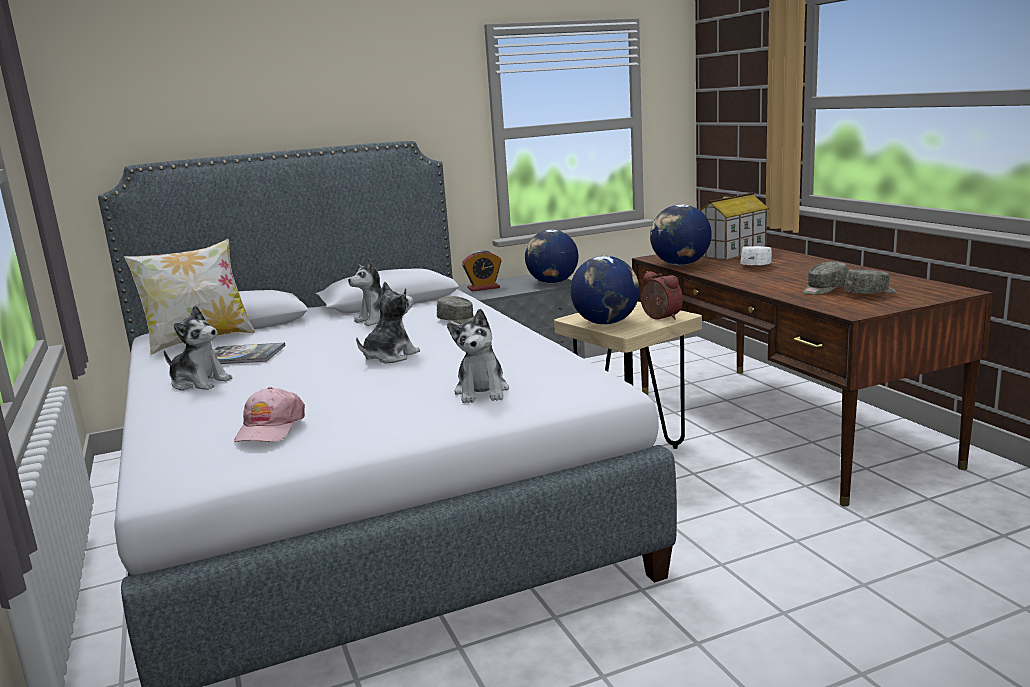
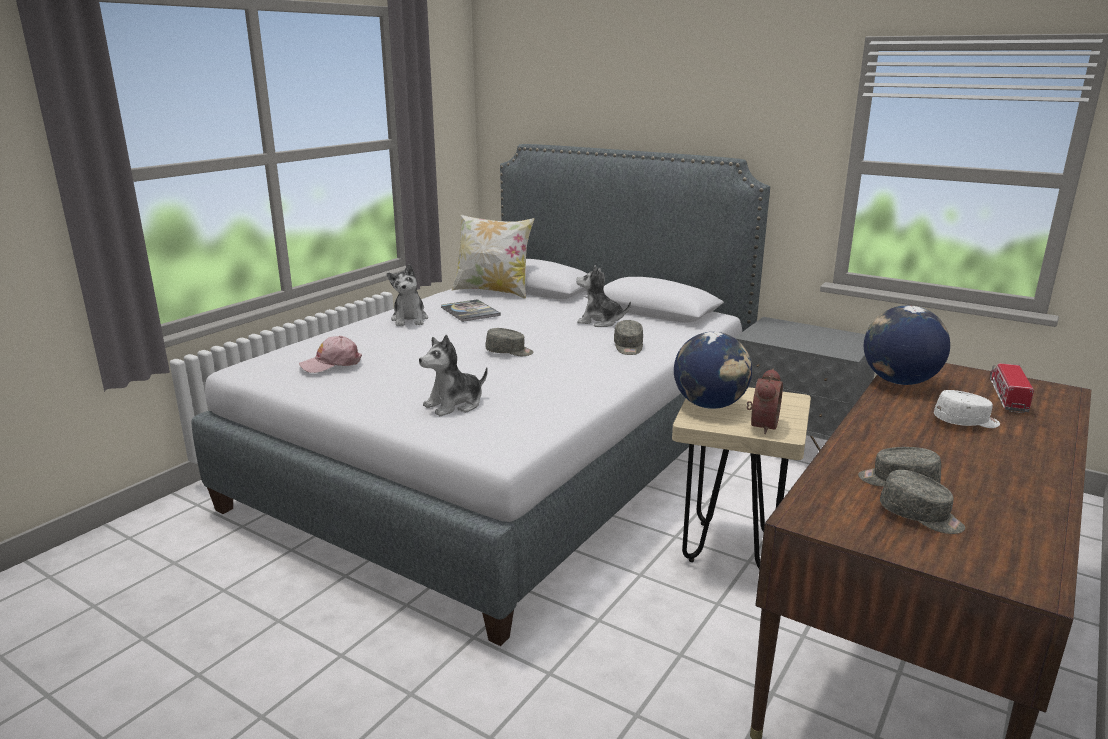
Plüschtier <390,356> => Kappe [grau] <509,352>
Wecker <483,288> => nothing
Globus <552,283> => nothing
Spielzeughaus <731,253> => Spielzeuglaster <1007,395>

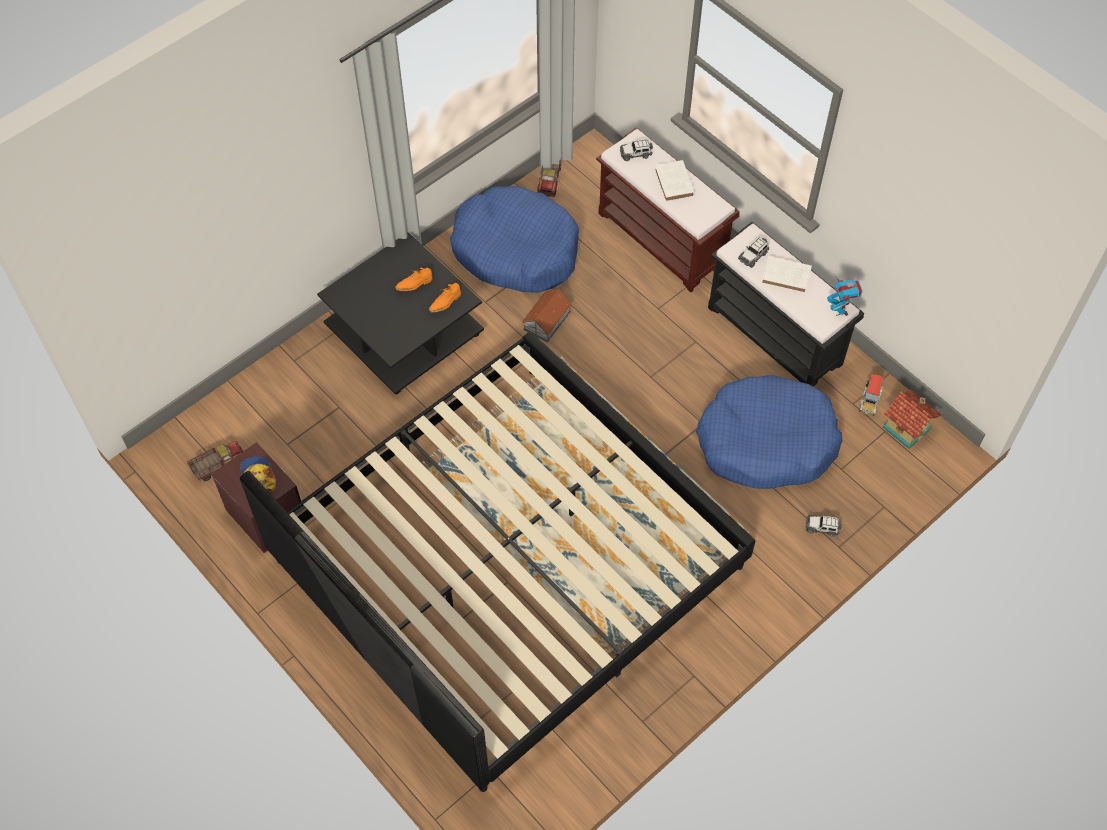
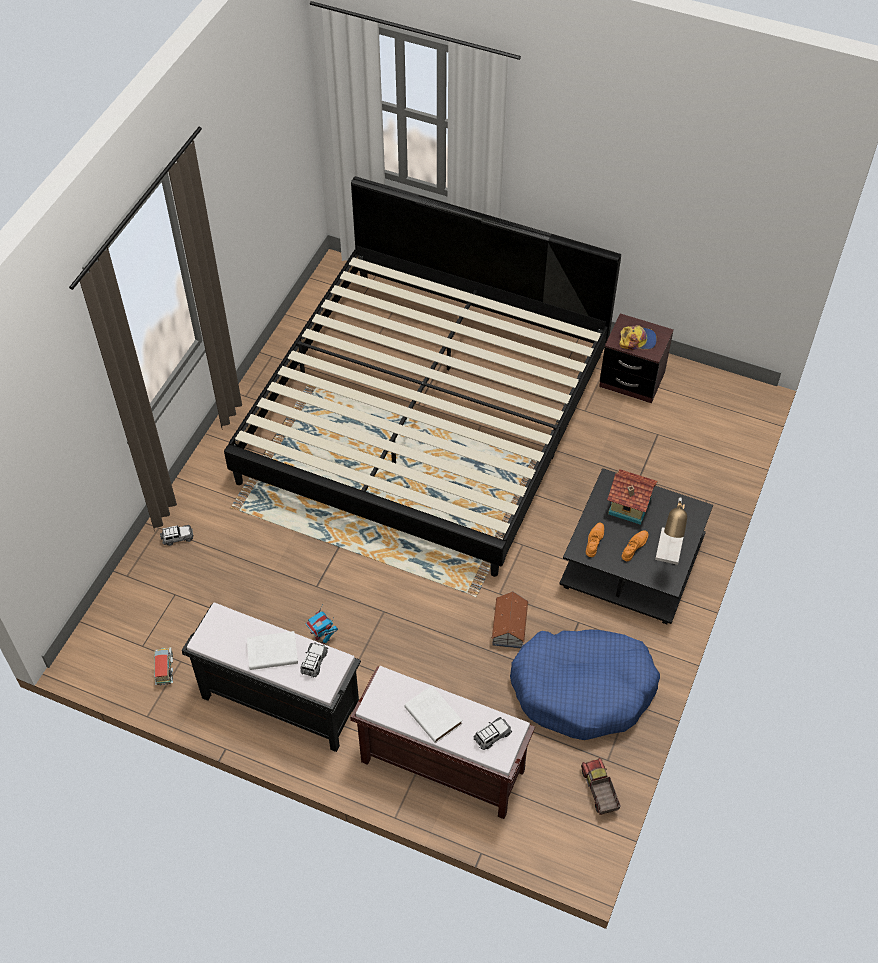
Spielzeuglaster <218,465> => nothing
Kappe <258,476> => Kappe <637,340>, 45 degrees counterclockwise
Hundebett [blau] <766,442> => nothing
Spielzeugroboter <840,310> => Spielzeugroboter <323,639>, relocated
Spielzeughaus <907,427> => Spielzeughaus <629,507>, relocated
nothing => Tischlampe <669,552>

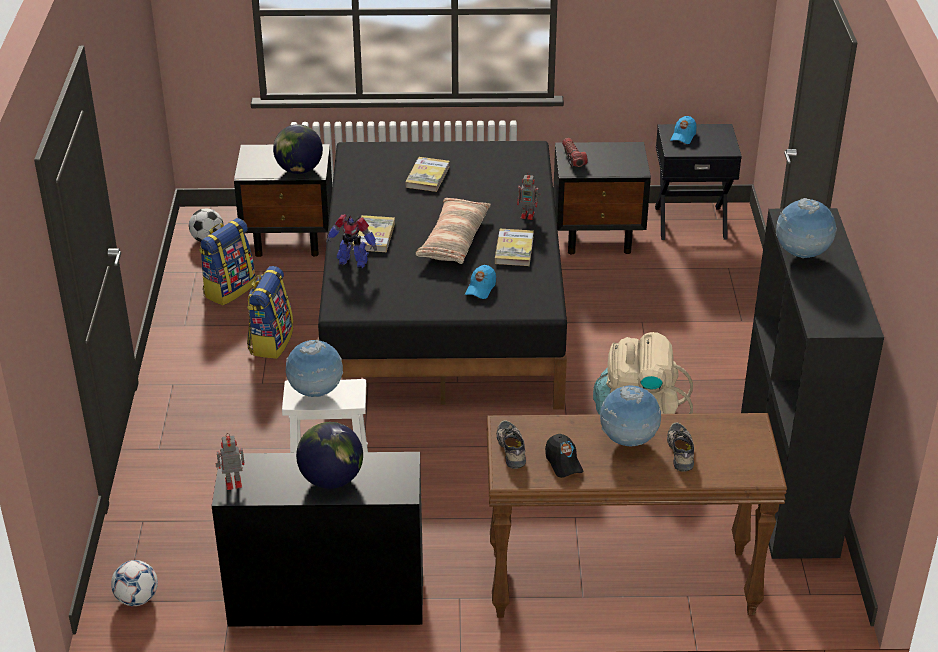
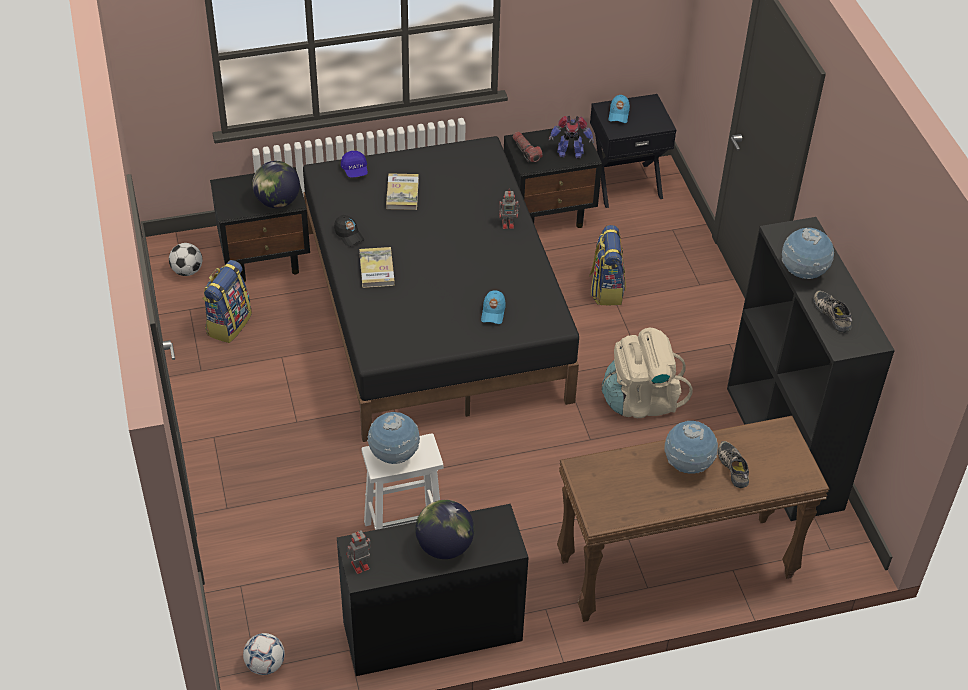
Rucksack <270,342> => Rucksack <606,289>, relocated
Spielzeugroboter <353,261> => Spielzeugroboter <569,153>, relocated
Kissen <453,240> => nothing
Buch <514,250> => nothing
Schuh <513,448> => Schuh <833,314>, relocated
Kappe [schwarz] <563,462> => Kappe [schwarz] <349,235>, relocated
nothing => Kappe [blau] <355,170>

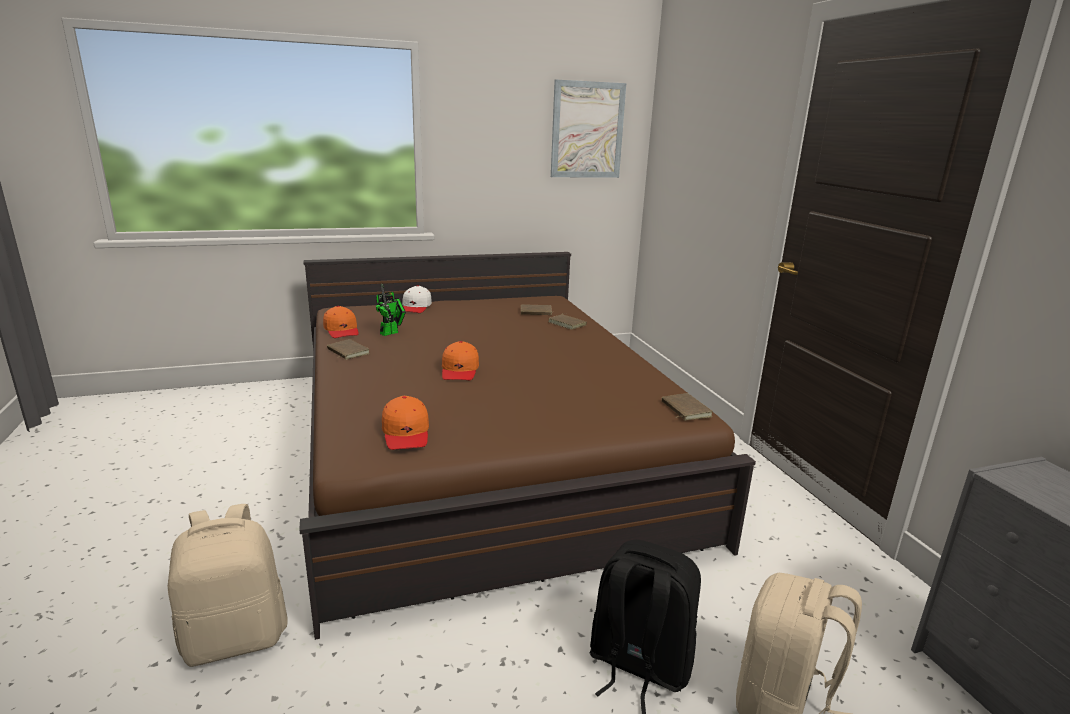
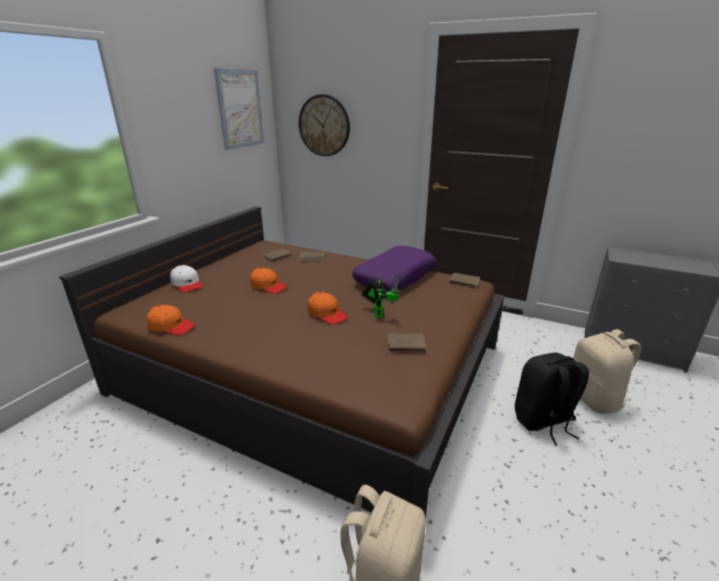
Buch [braun] <346,352> => Buch [braun] <406,345>, relocated
Spielzeugroboter <391,332> => Spielzeugroboter <378,312>, relocated
Kappe [orange] <406,433> => Kappe [orange] <268,286>, relocated
nothing => Wanduhr <324,126>
nothing => Kissen [lila] <395,277>

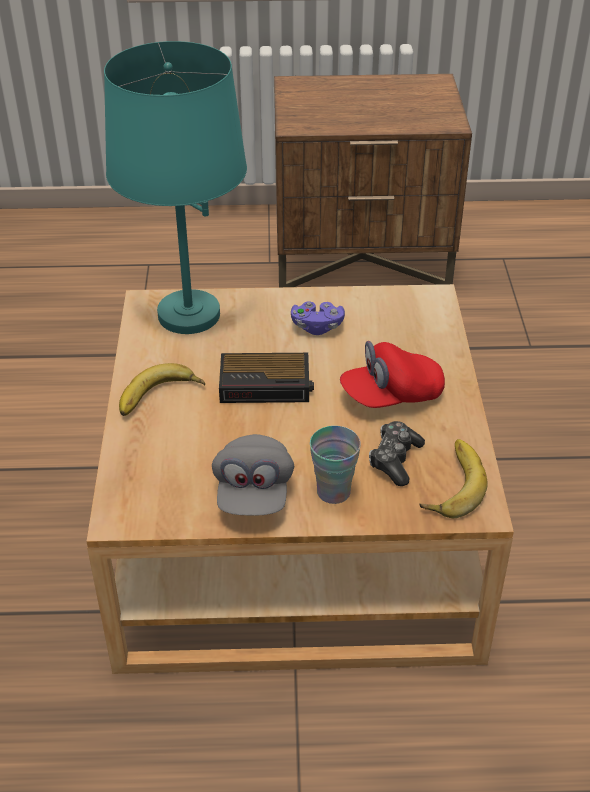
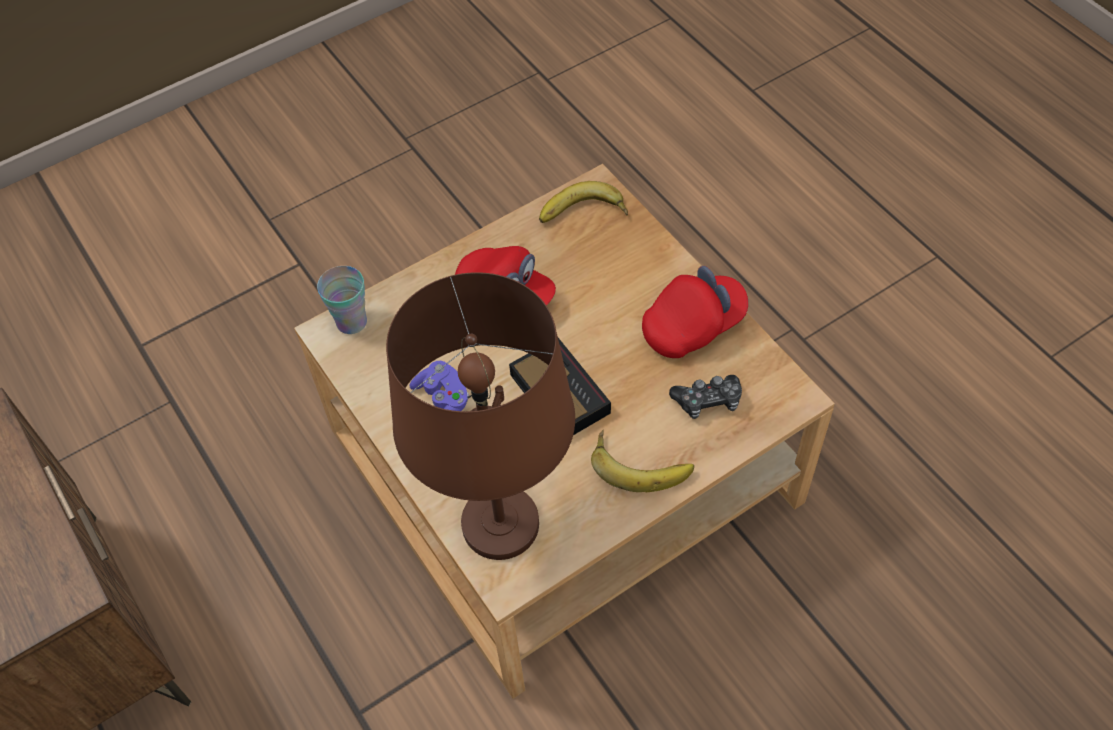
Tischlampe [türkis] <188,315> => Tischlampe [braun] <501,525>
Kappe [grau] <253,492> => Kappe [rot] <693,326>
Tasse <333,492> => Tasse <351,322>, relocated
Gamepad <395,460> => Gamepad <708,401>, relocated

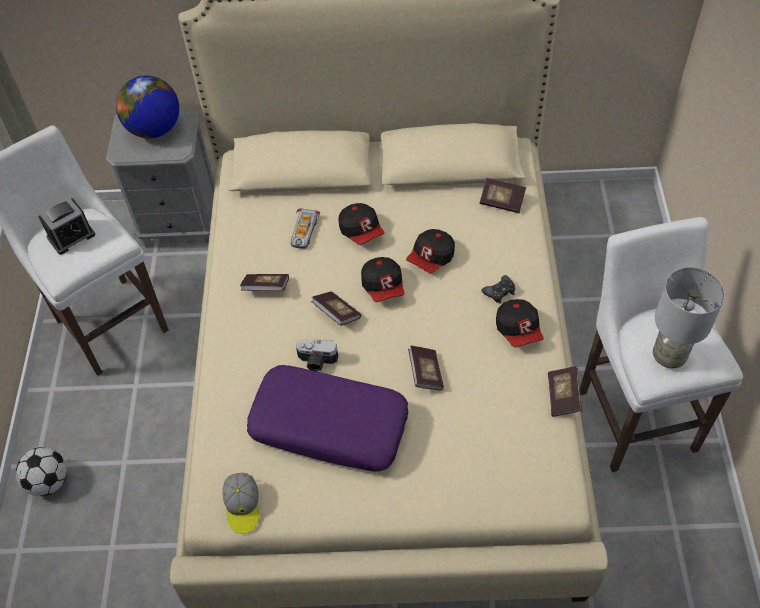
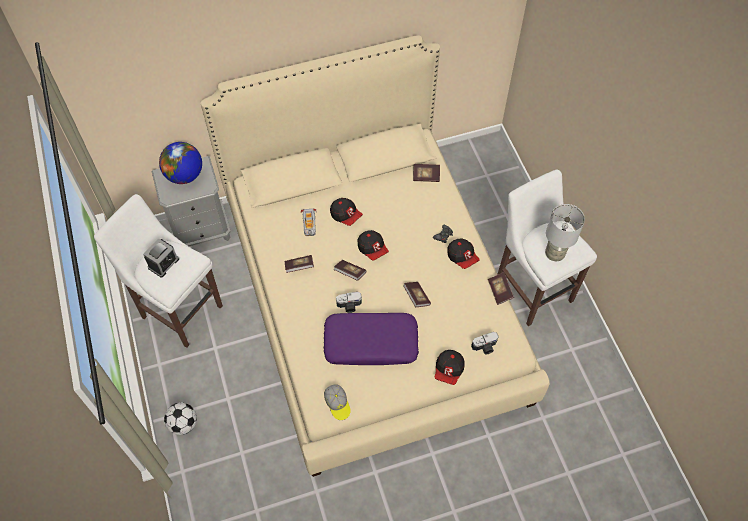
Kappe <431,258> => Kappe <449,370>, relocated
nothing => Kamera <485,347>

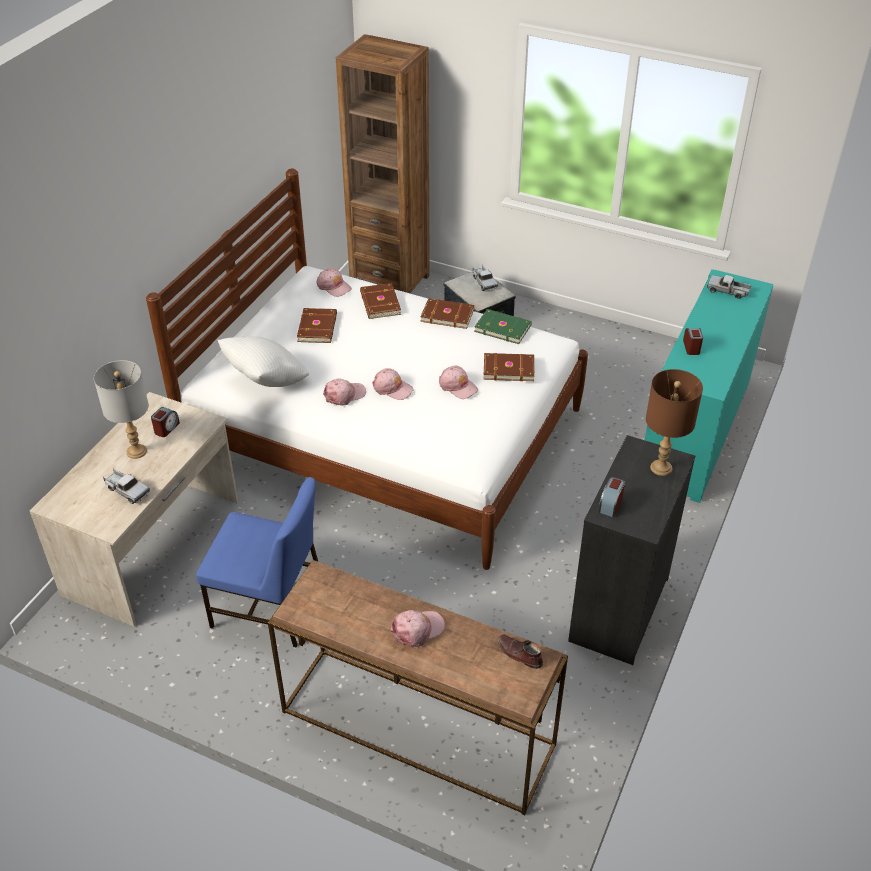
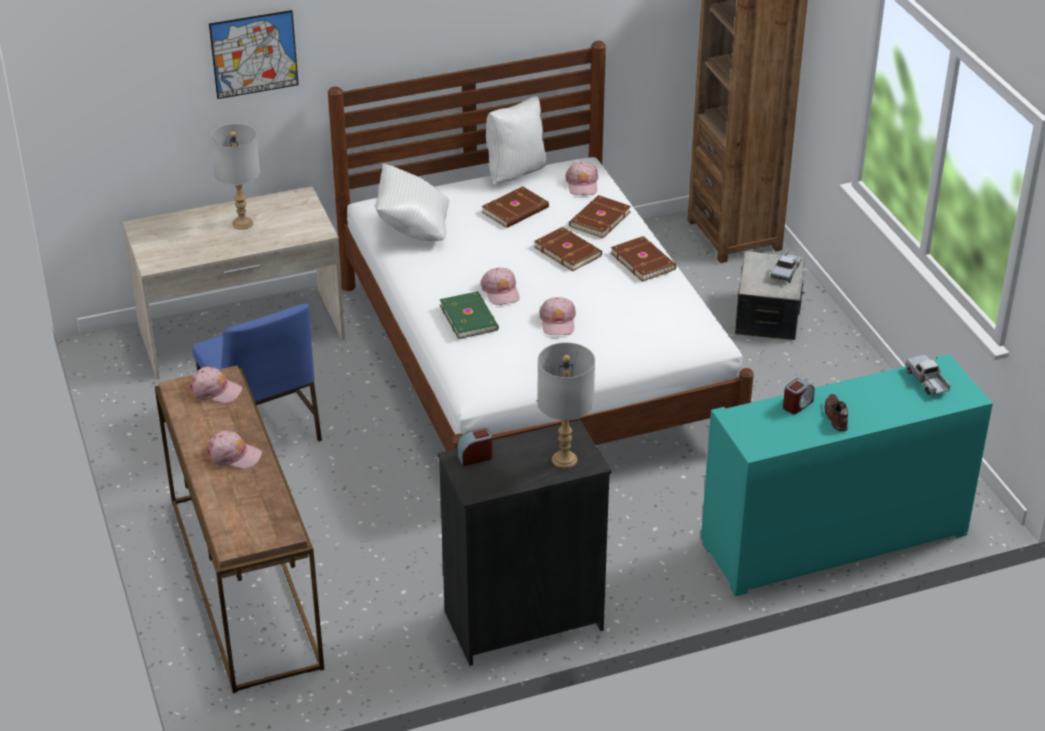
Spielzeuglaster <127,490> => nothing
Wecker <166,428> => nothing
Kappe [rosa] <344,395> => Kappe [rosa] <215,390>, relocated
Buch [grün] <502,328> => Buch [grün] <469,317>, relocated
Buch [braun] <508,368> => Buch [braun] <568,251>, relocated
Schuh [braun] <519,654> => Schuh [braun] <835,416>, relocated
Tischlampe [braun] <660,467> => Tischlampe [grau] <564,459>
nothing => Bild <254,54>
nothing => Kissen [weiß] <515,172>

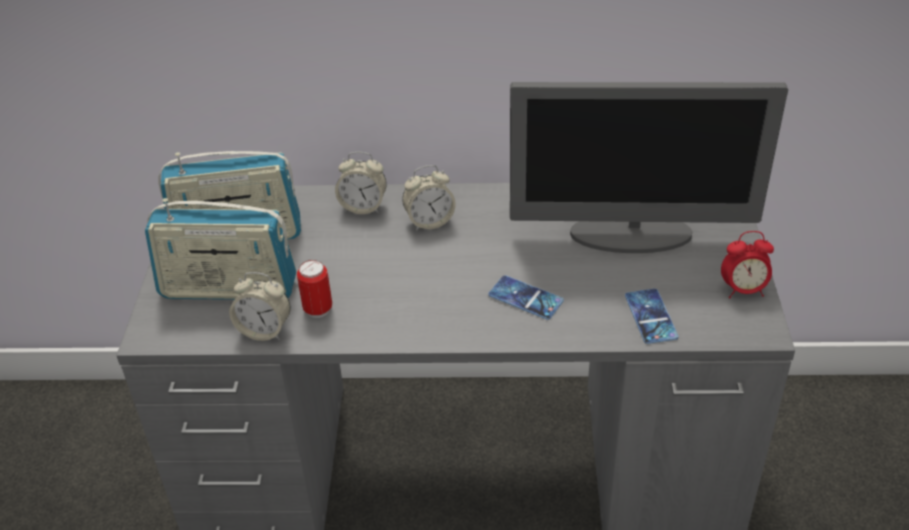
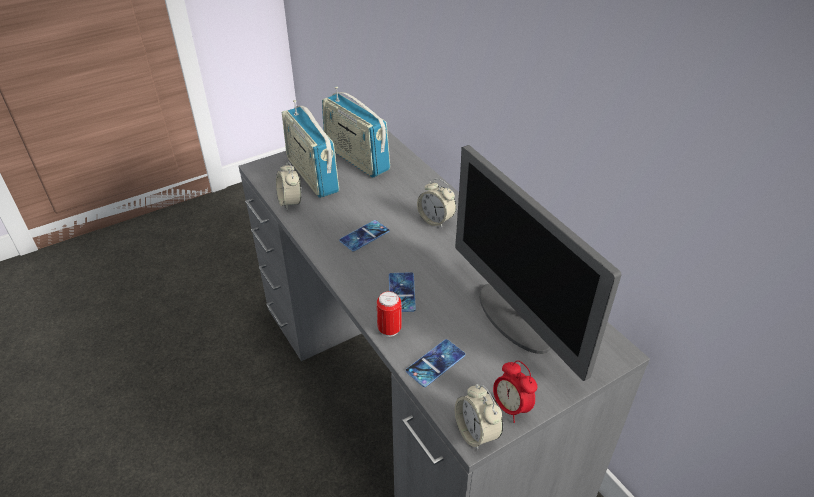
Dose <318,309> => Dose <389,329>, relocated
Wecker <363,207> => Wecker <476,433>, relocated
nothing => Handy <364,236>

